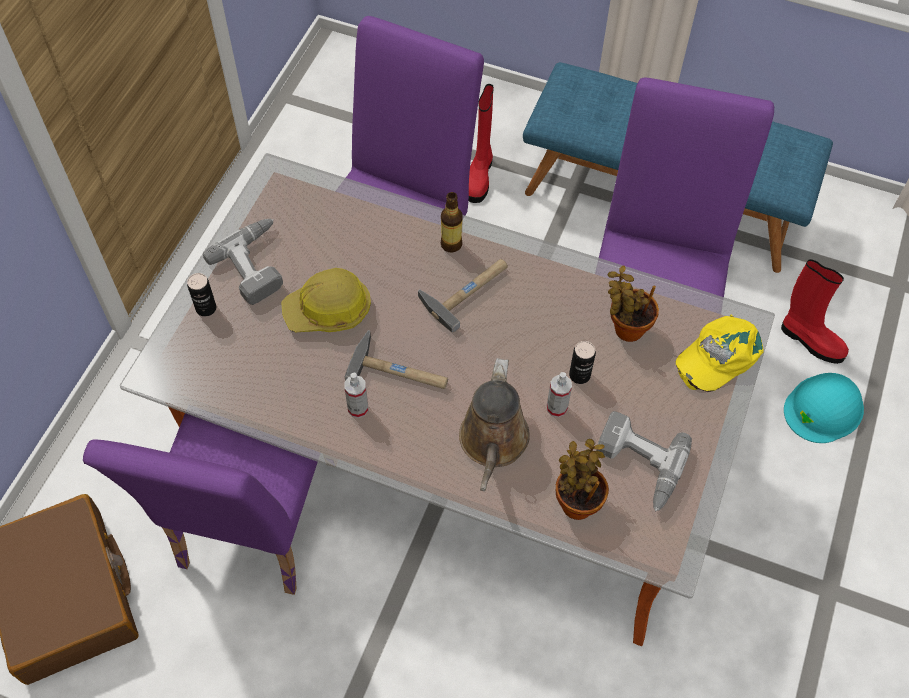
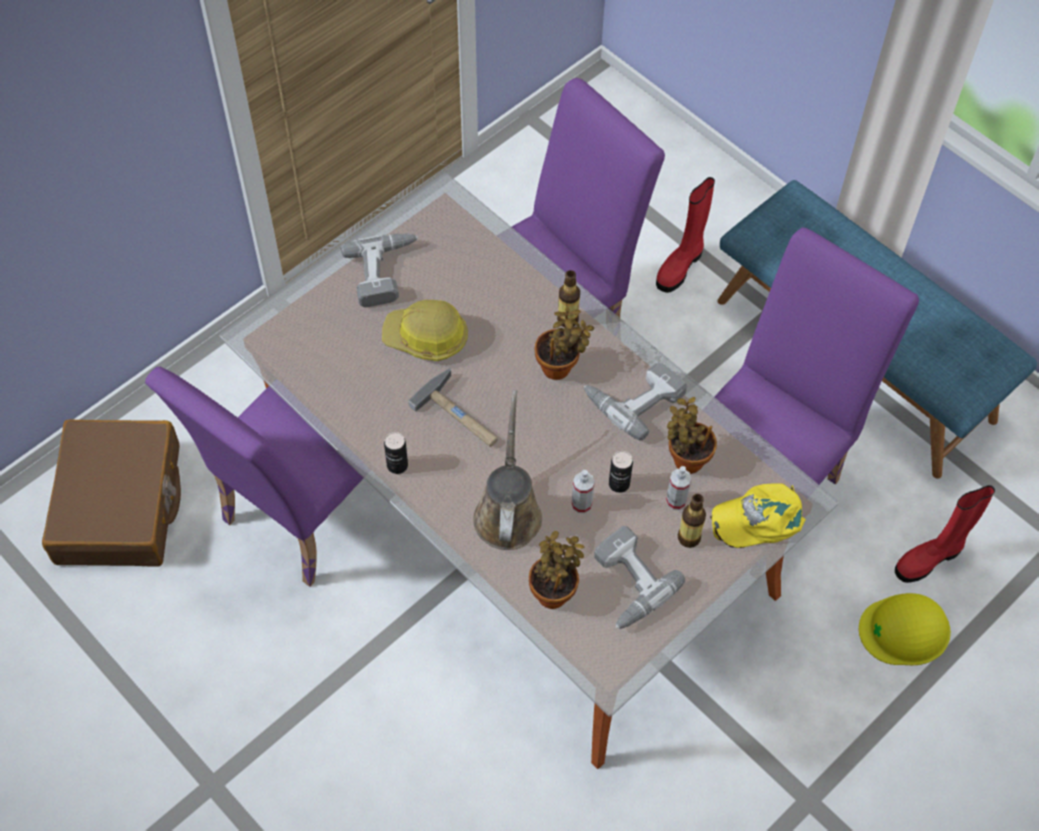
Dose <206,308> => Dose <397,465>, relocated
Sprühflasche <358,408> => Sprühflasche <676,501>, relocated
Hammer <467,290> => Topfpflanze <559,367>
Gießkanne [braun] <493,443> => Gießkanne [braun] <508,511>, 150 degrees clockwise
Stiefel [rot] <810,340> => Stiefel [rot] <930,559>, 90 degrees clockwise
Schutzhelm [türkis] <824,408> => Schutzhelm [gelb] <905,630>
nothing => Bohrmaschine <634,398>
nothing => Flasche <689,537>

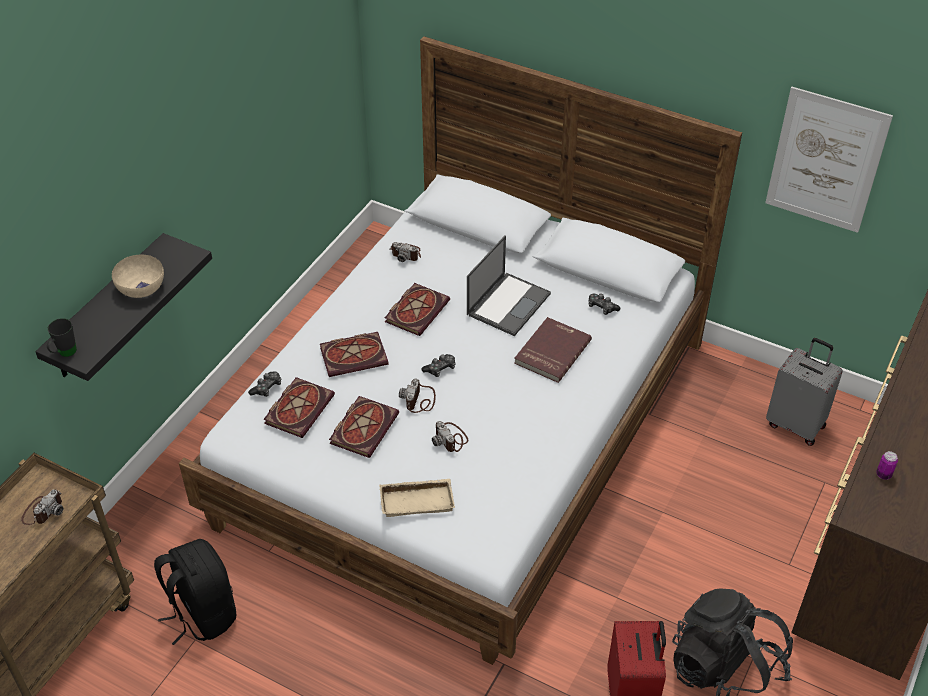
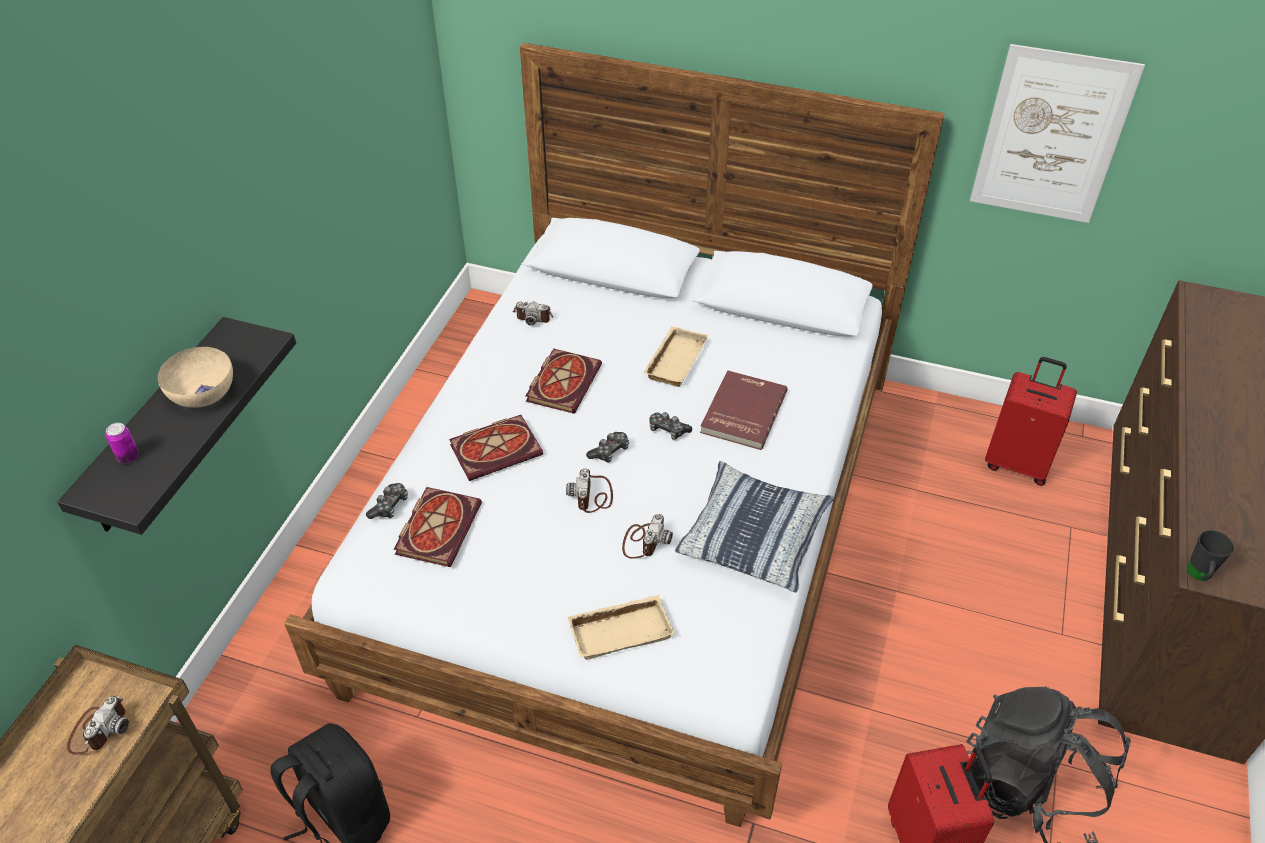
Henkelbecher [schwarz] <64,353> => Henkelbecher [schwarz] <1198,576>, relocated
Buch <364,427> => nothing
Kamera <450,439> => Kamera <644,540>, 120 degrees counterclockwise
Laptop <508,303> => Tablett [beige] <674,360>
Gamepad <602,307> => Gamepad <668,430>, relocated
Koffer [grau] <796,424> => Koffer [rot] <1017,463>
Dose <883,474> => Dose <128,457>, relocated
nothing => Kissen <754,535>

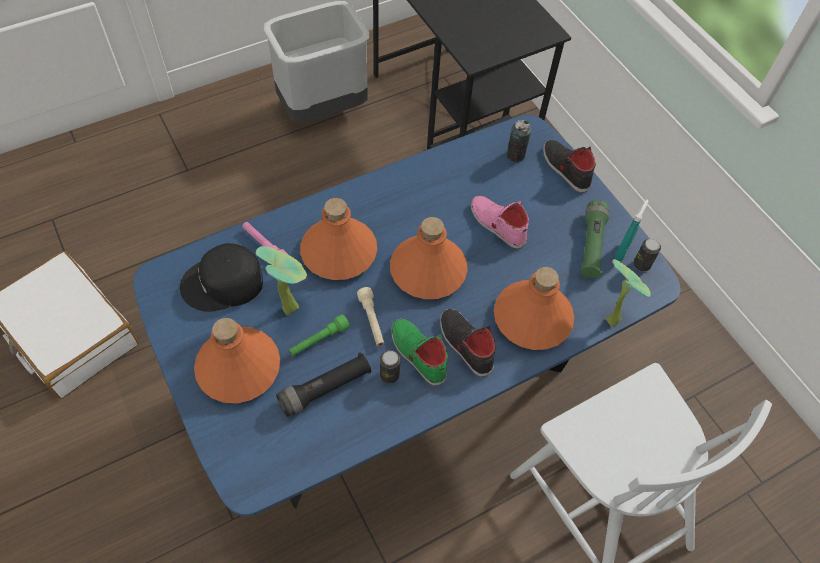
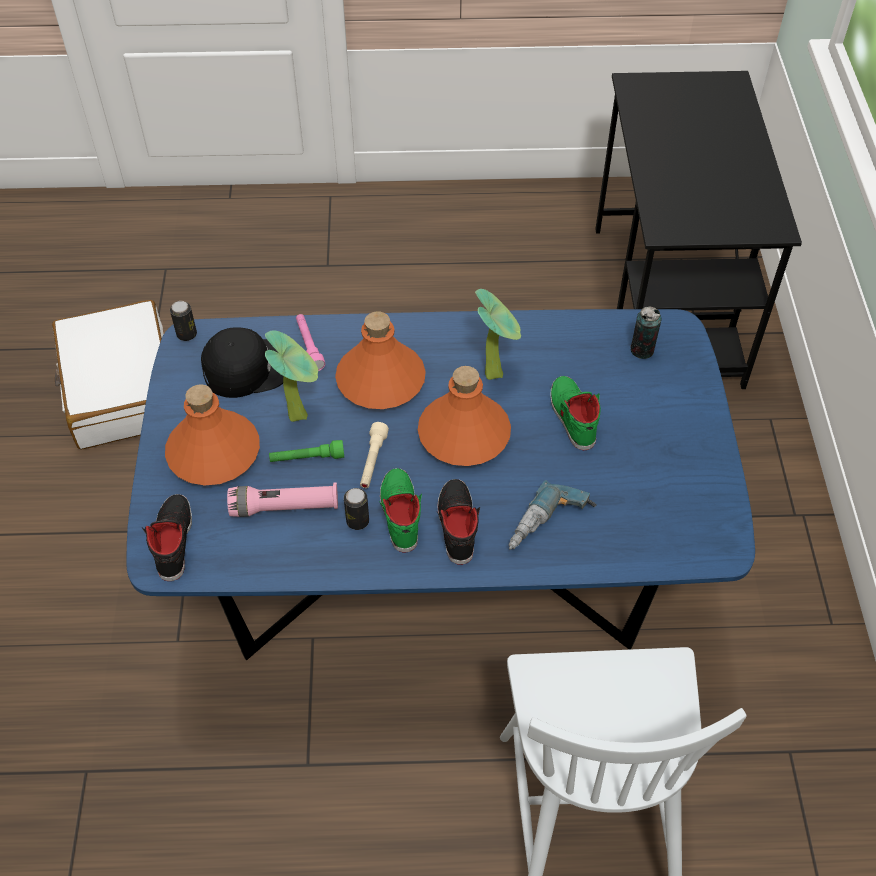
Kappe [schwarz] <223,283> => Kappe [schwarz] <247,367>, 150 degrees clockwise
Mülleimer [grau] <323,108> => nothing
Taschenlampe [schwarz] <325,389> => Taschenlampe [rosa] <284,507>
Schuh [rosa] <497,225> => Schuh [grün] <571,416>
Flasche [orange] <532,318> => Bohrmaschine <550,527>
Schuh [schwarz] <565,169> => Schuh [schwarz] <173,540>, relocated
Taschenlampe [grün] <591,245> => nothing
Topfpflanze <613,317> => Topfpflanze <495,372>, relocated
Sprühflasche [türkis] <622,252> => nothing
Dose <641,264> => Dose <187,334>, relocated

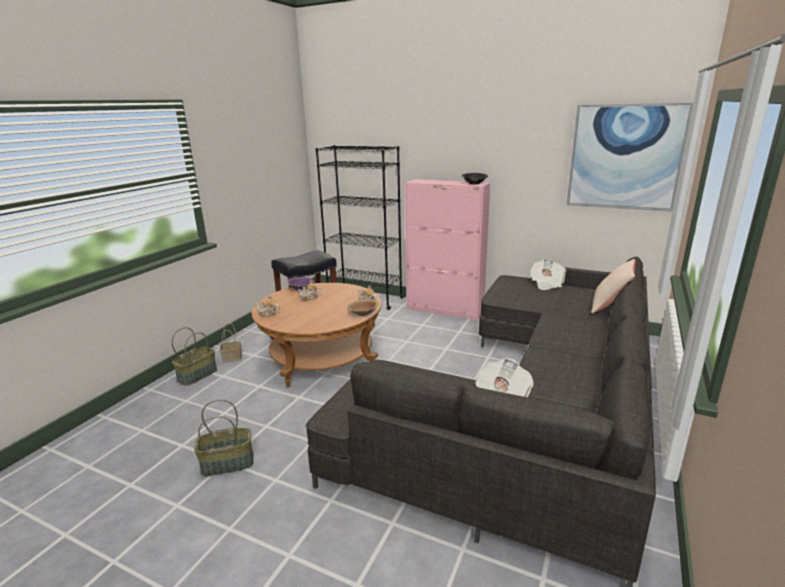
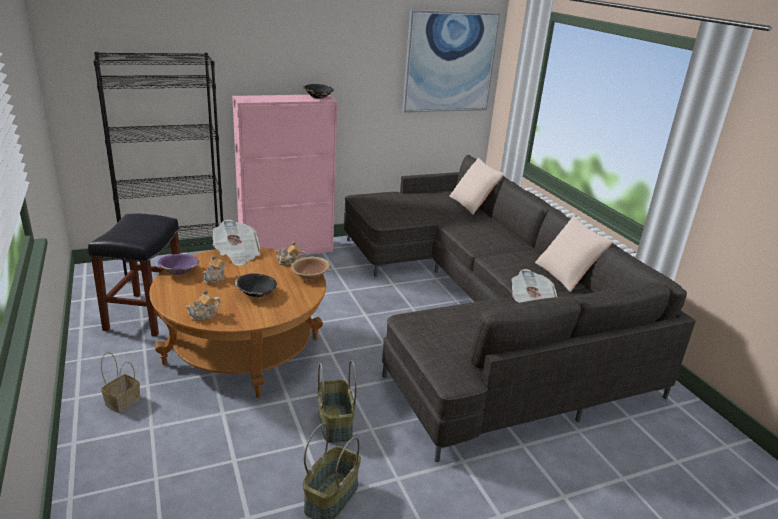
Korb <197,375> => Korb <334,423>, relocated
Zeitung <546,284> => Zeitung <237,254>, relocated
nothing => Schüssel [schwarz] <256,293>
nothing => Kissen [beige] <567,275>

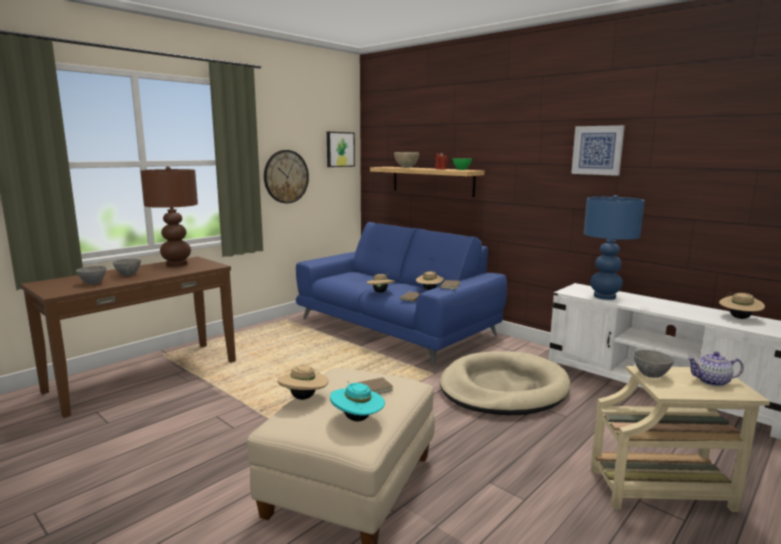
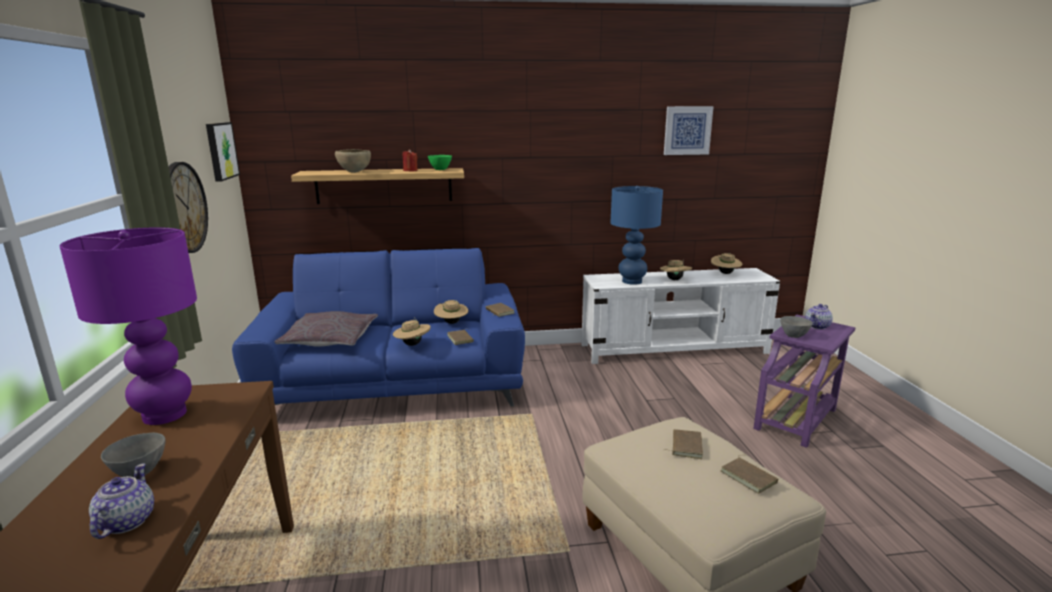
Schüssel [grau] <93,283> => Teekanne <125,522>
Tischlampe [braun] <176,264> => Tischlampe [lila] <164,415>
Hut [beige] <304,398> => Hut [beige] <675,279>, relocated
Hut [türkis] <357,419> => Buch [braun] <749,477>
Hundebett [beige] <503,388> => nothing
Bild <597,150> => Bild <687,130>, relocated
Beistelltisch [beige] <664,490> => Beistelltisch [lila] <796,418>
nothing => Kissen [grau] <329,339>

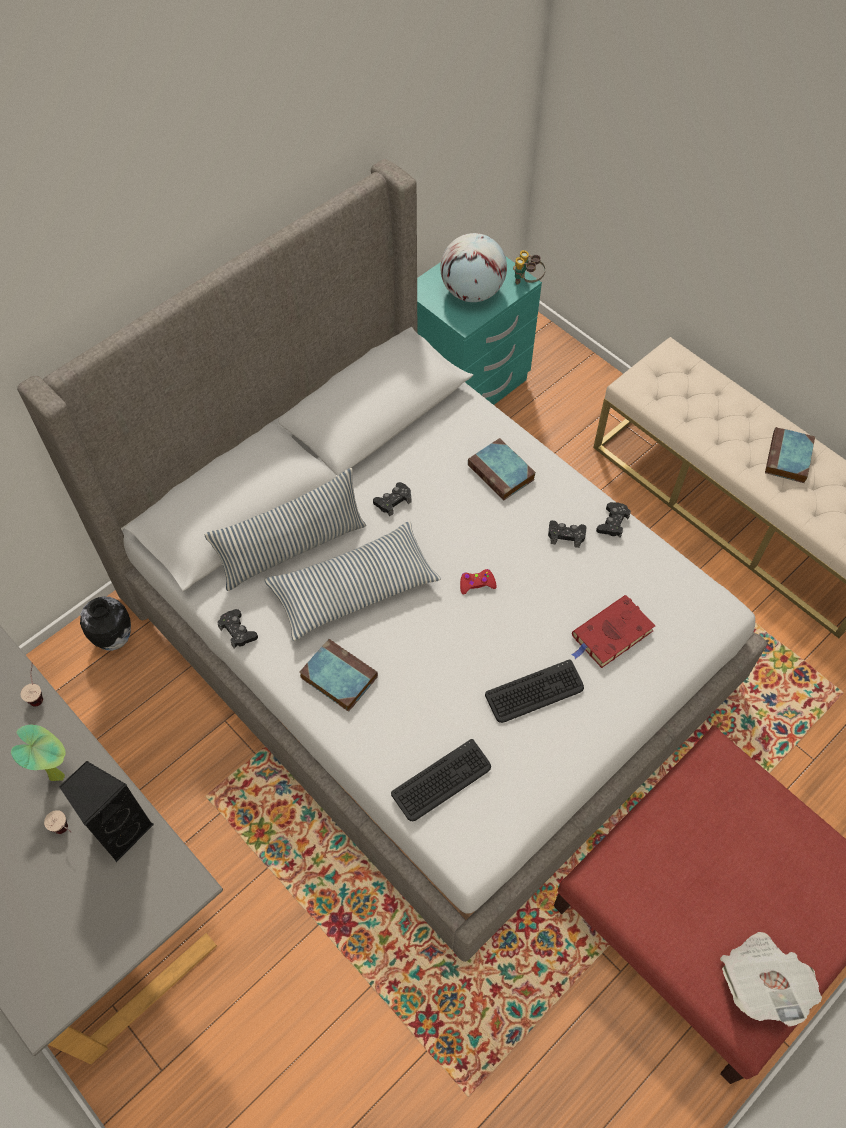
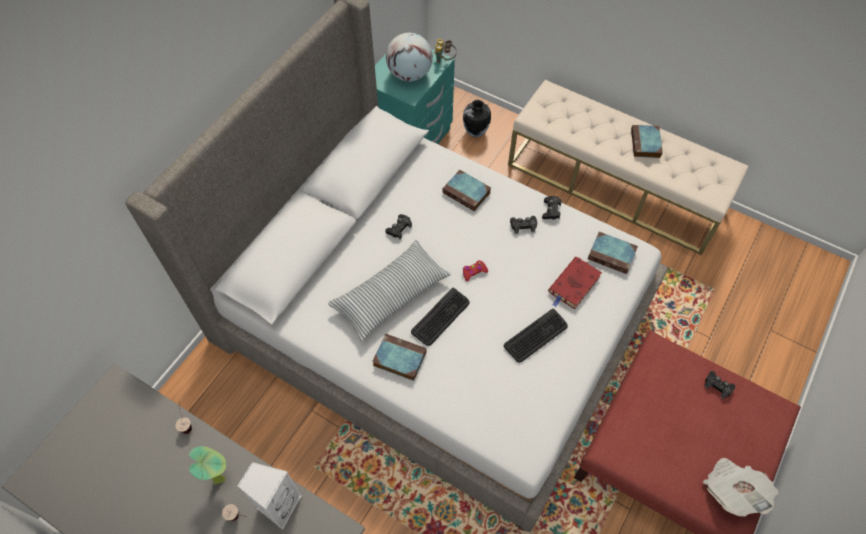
Lautsprecher [schwarz] <121,828> => Lautsprecher [weiß] <278,504>
Vase <114,640> => Vase <475,133>, relocated
Kissen <293,549> => nothing
Gamepad [schwarz] <238,631> => Gamepad [schwarz] <718,386>, relocated
Tastatur <442,781> => Tastatur <441,317>, relocated
nothing => Buch <612,255>

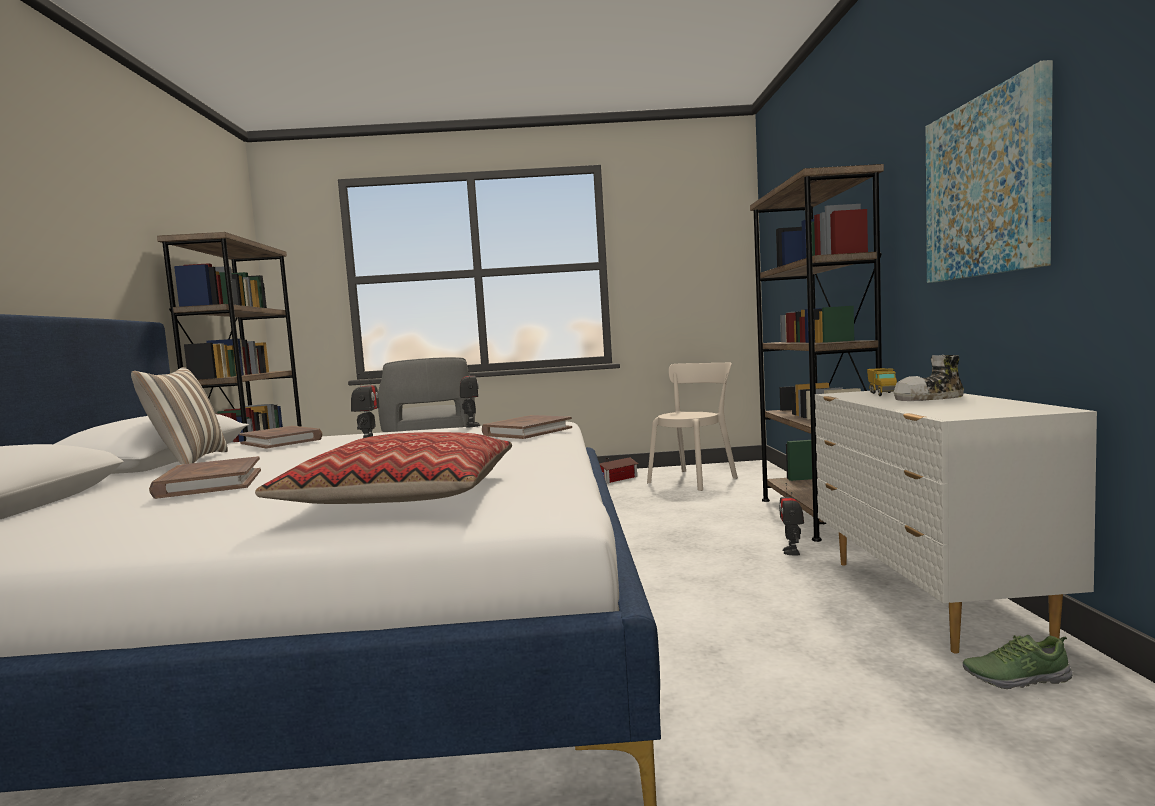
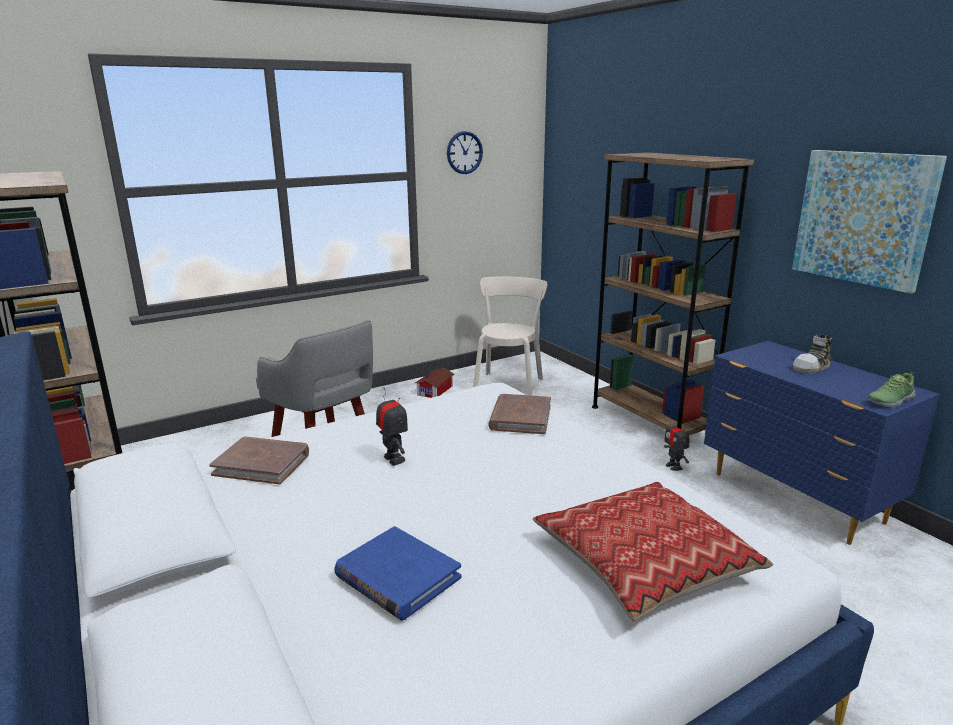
Kissen <188,461> => nothing
Buch [braun] <210,483> => Buch [blau] <397,577>
Spielzeugroboter <471,426> => nothing
Kommode [weiß] <930,599> => Kommode [blau] <796,498>
Spielzeuglaster <882,393> => nothing
Schuh <1015,677> => Schuh <889,401>, relocated
nothing => Wanduhr <464,152>

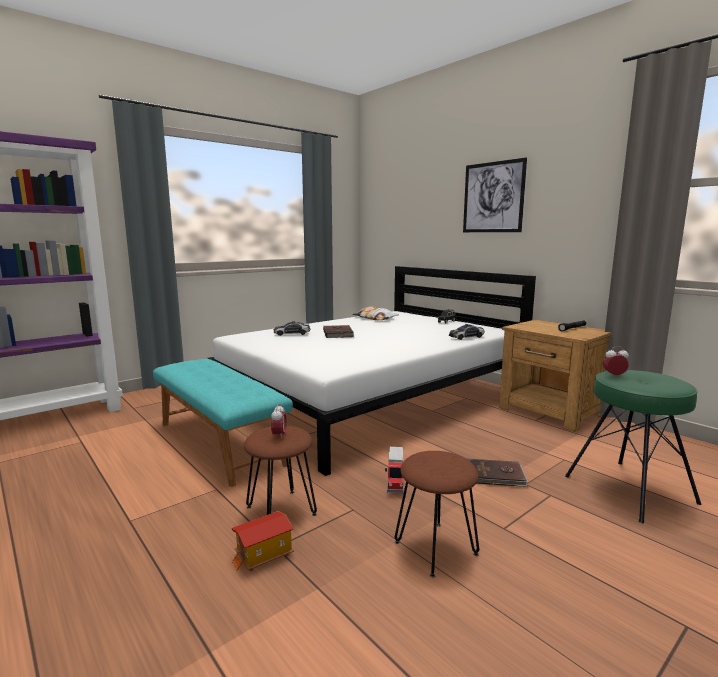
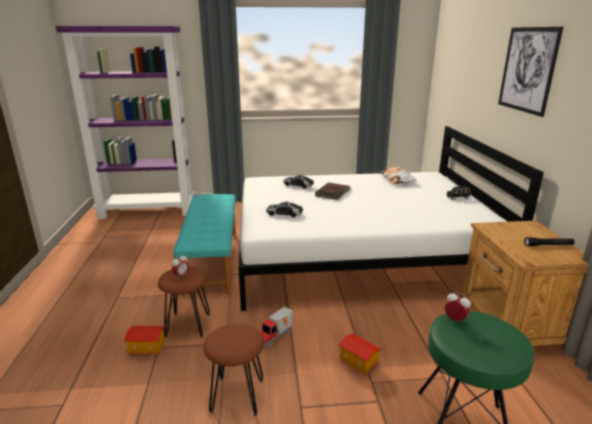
Spielzeugauto <466,337> => Spielzeugauto <284,214>, relocated
Buch [braun] <495,476> => Spielzeughaus <357,364>

